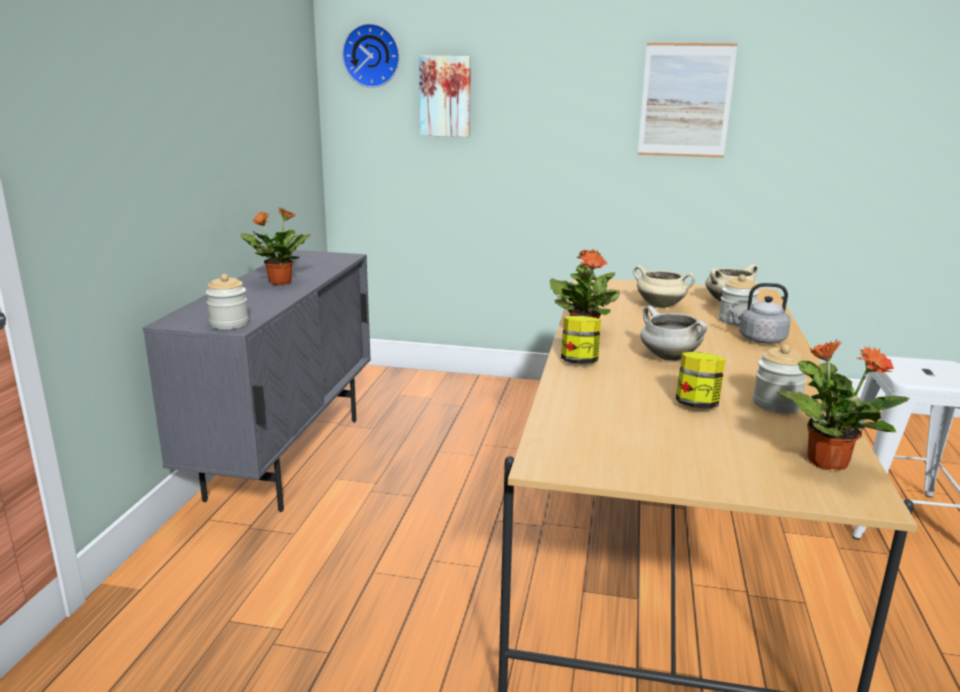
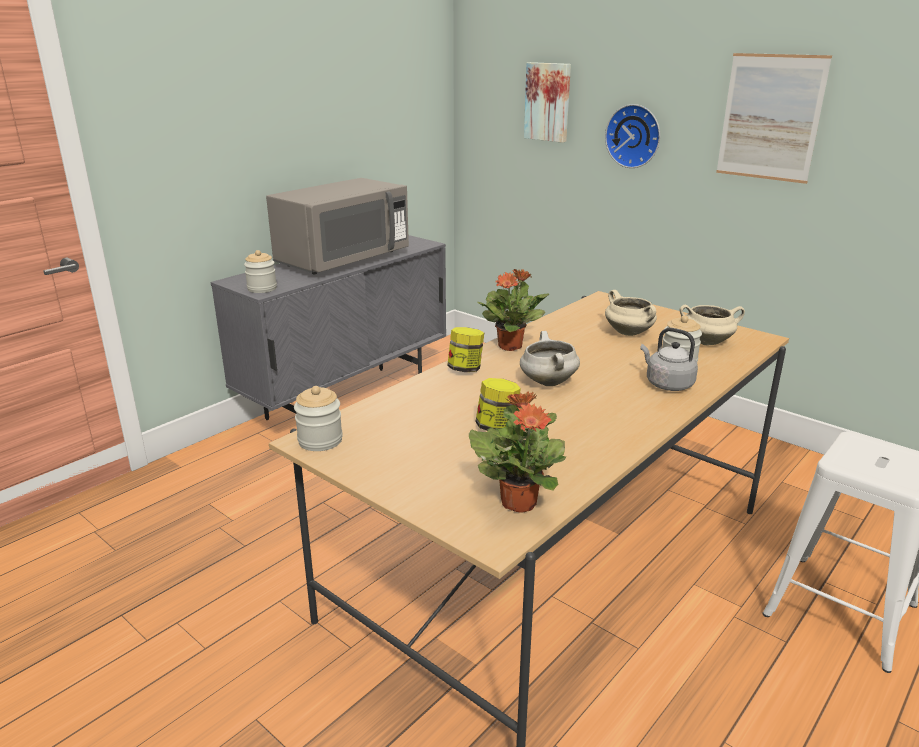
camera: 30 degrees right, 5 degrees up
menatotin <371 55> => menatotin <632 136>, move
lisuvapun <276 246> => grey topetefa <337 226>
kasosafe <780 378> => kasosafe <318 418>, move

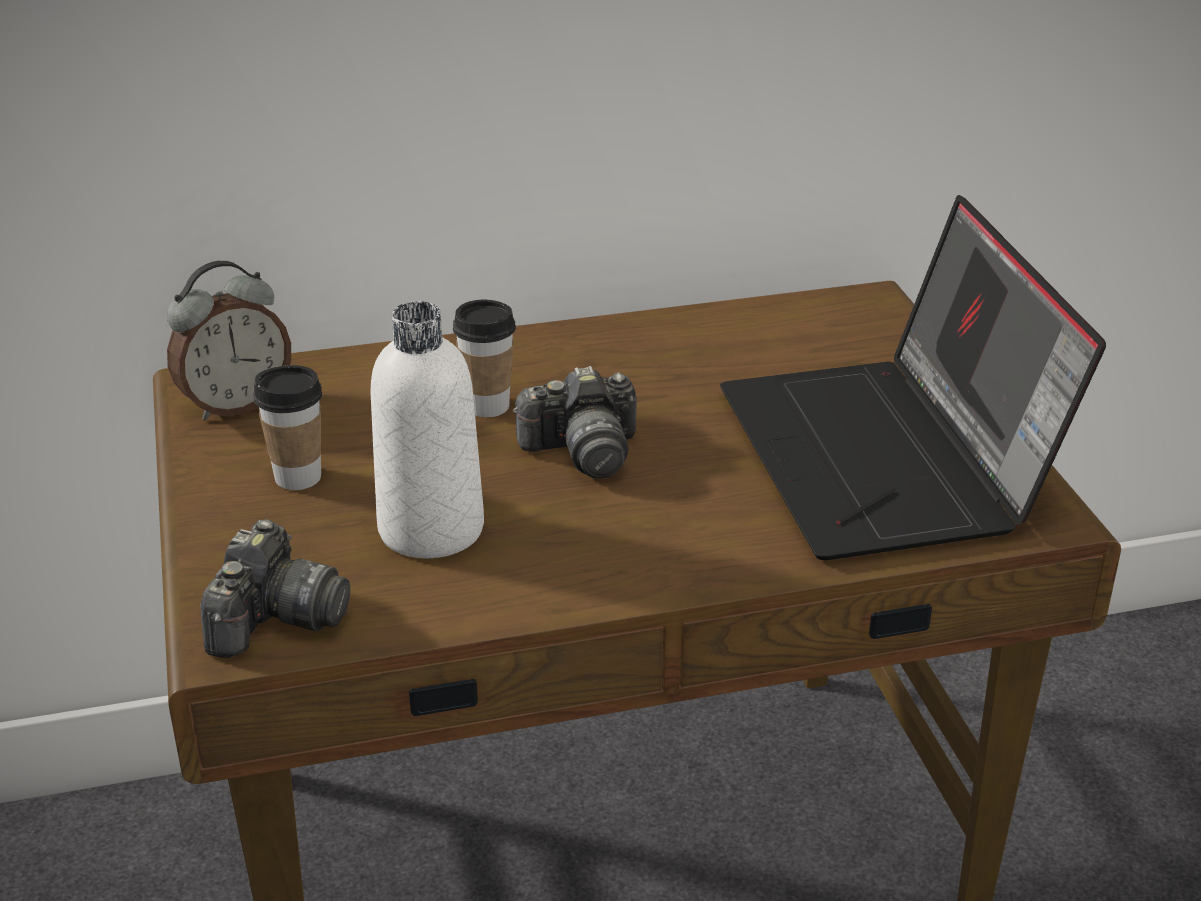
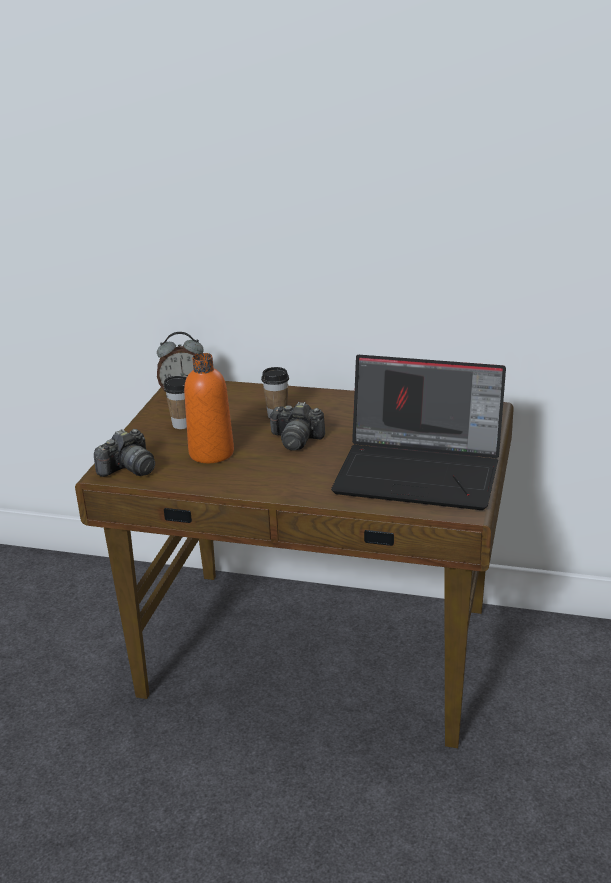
camera: 30 degrees right, 5 degrees down
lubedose <913 377> => lubedose <418 432>, 90 degrees counterclockwise
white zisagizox <427 429> => orange zisagizox <209 408>

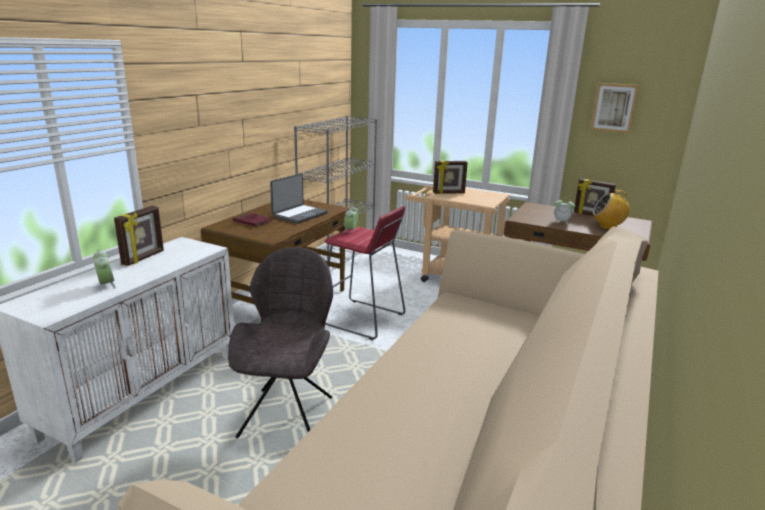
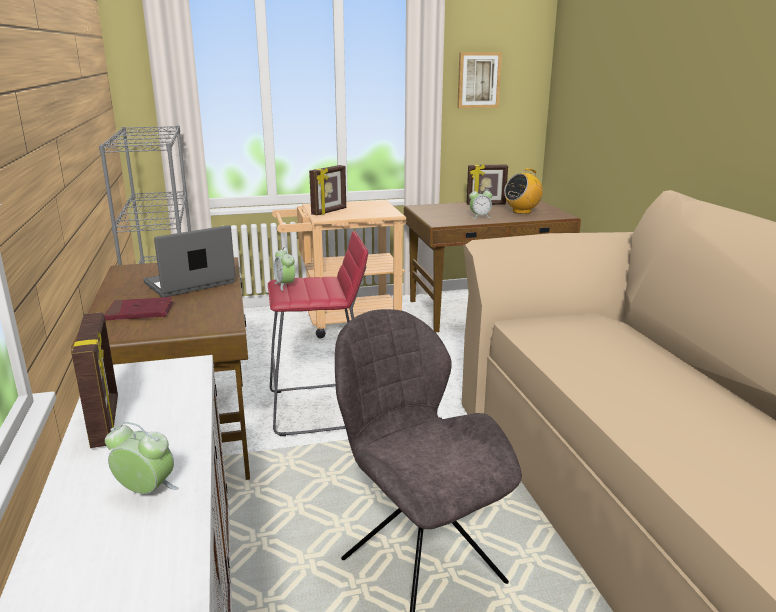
camera: 40 degrees left, 0 degrees up
lubedose <299 198> => lubedose <189 261>, 120 degrees counterclockwise

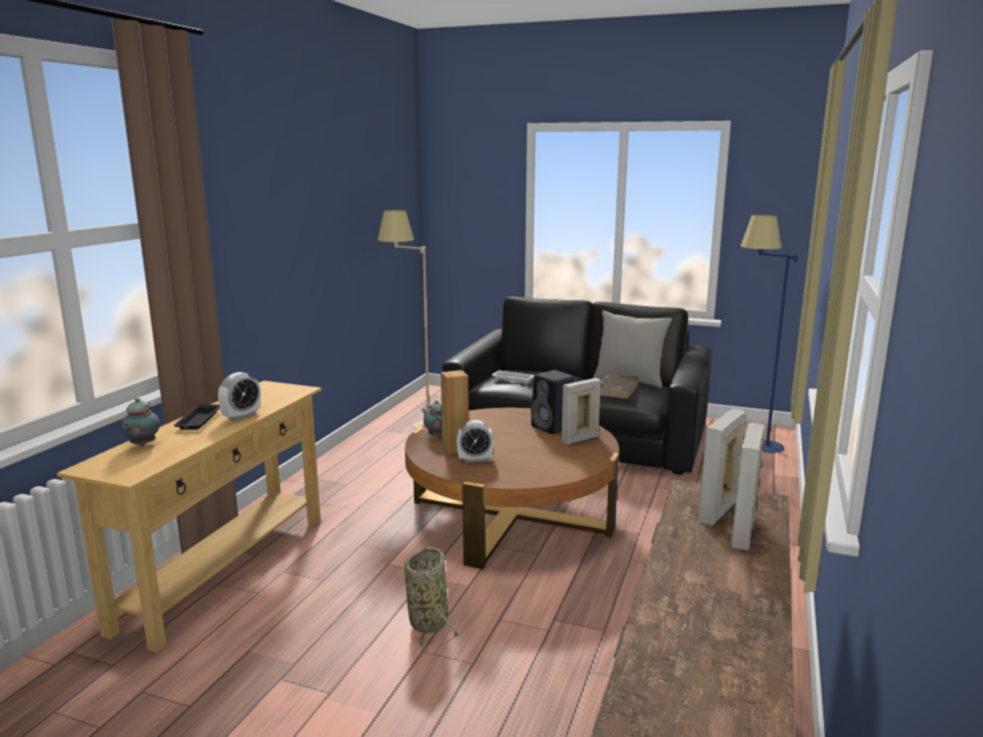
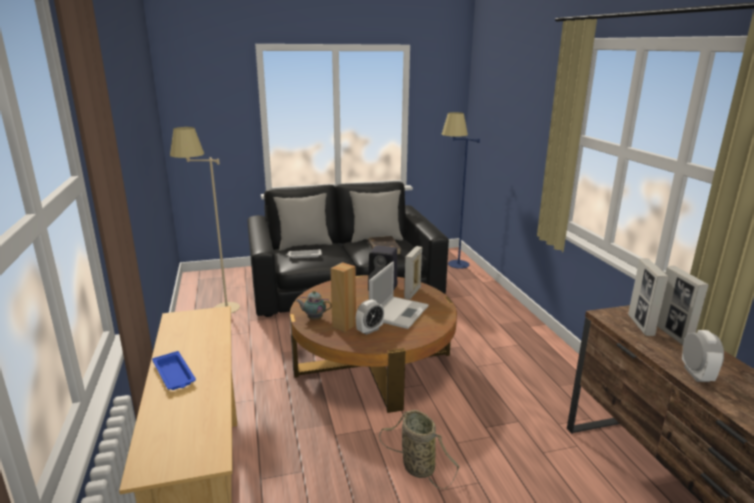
camera: 35 degrees left, 5 degrees up
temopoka <239 396> => temopoka <703 356>, move
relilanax <140 422> => nothing
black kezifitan <197 417> => blue kezifitan <174 370>
nothing => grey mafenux <303 222>
nothing => lubedose <399 295>

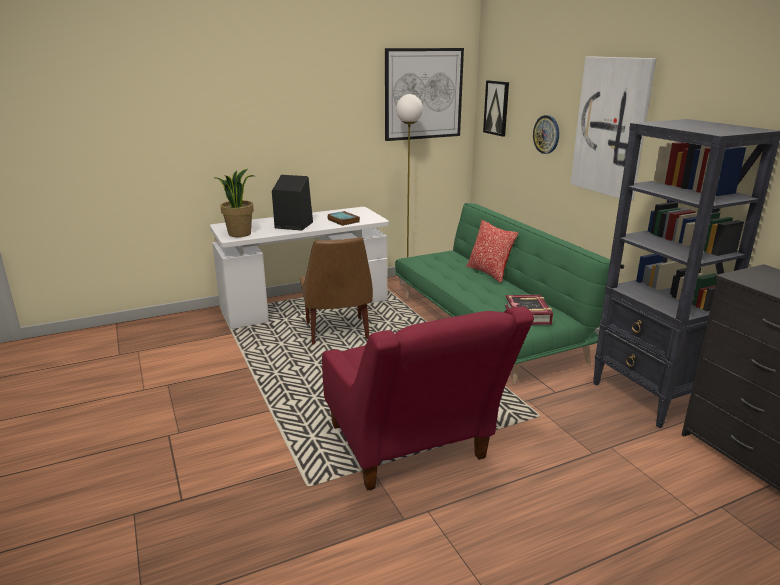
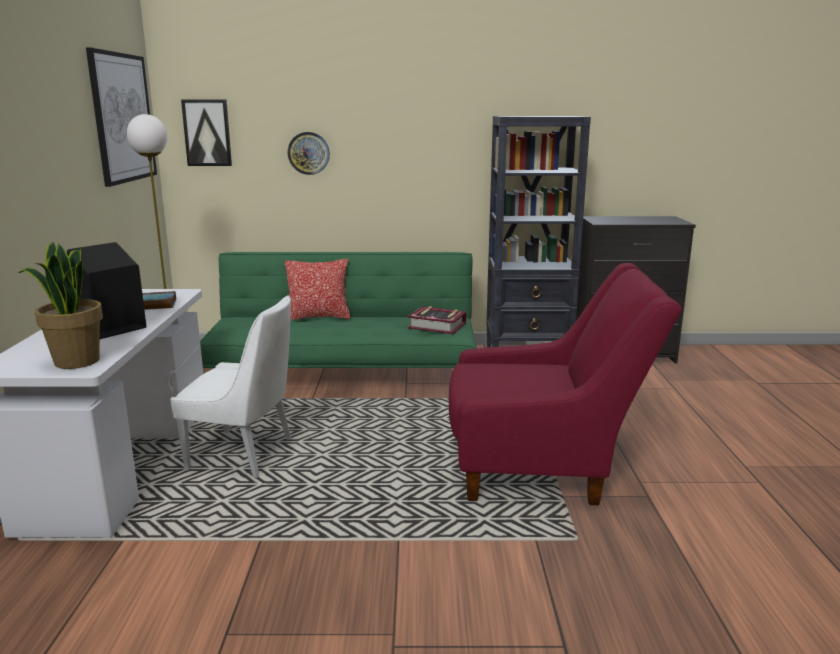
camera: 65 degrees left, 5 degrees down
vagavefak <613 128> => nothing
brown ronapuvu <336 291> => white ronapuvu <230 387>

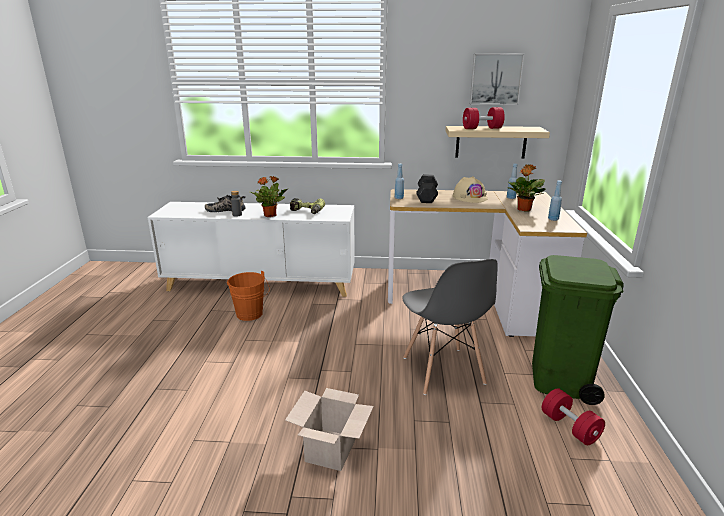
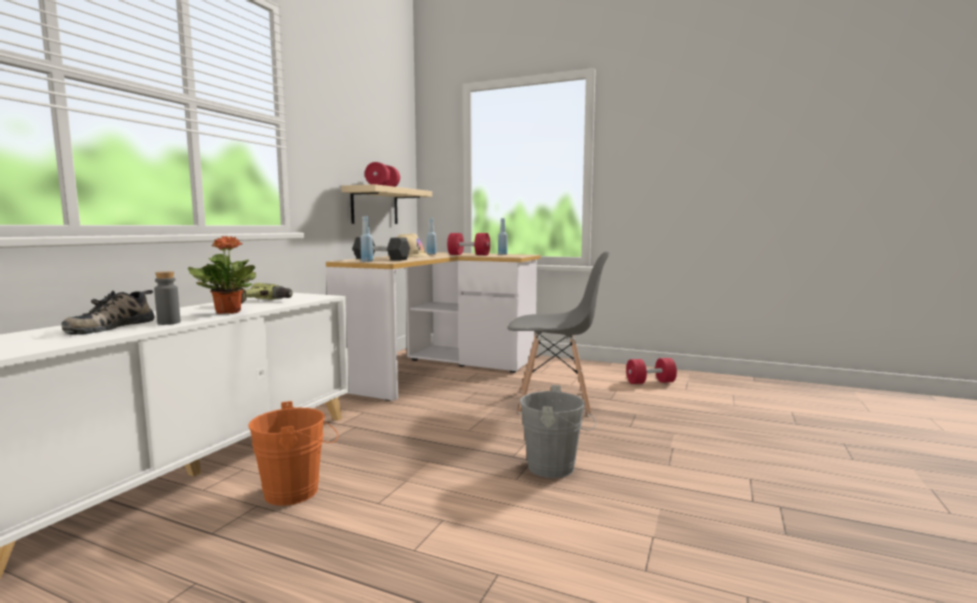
camera: 70 degrees left, 15 degrees down
vagavefak <497 79> => nothing
lisuvapun <526 188> => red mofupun <468 244>
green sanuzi <578 330> => nothing
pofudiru <329 429> => nothing
nothing => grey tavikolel <558 431>

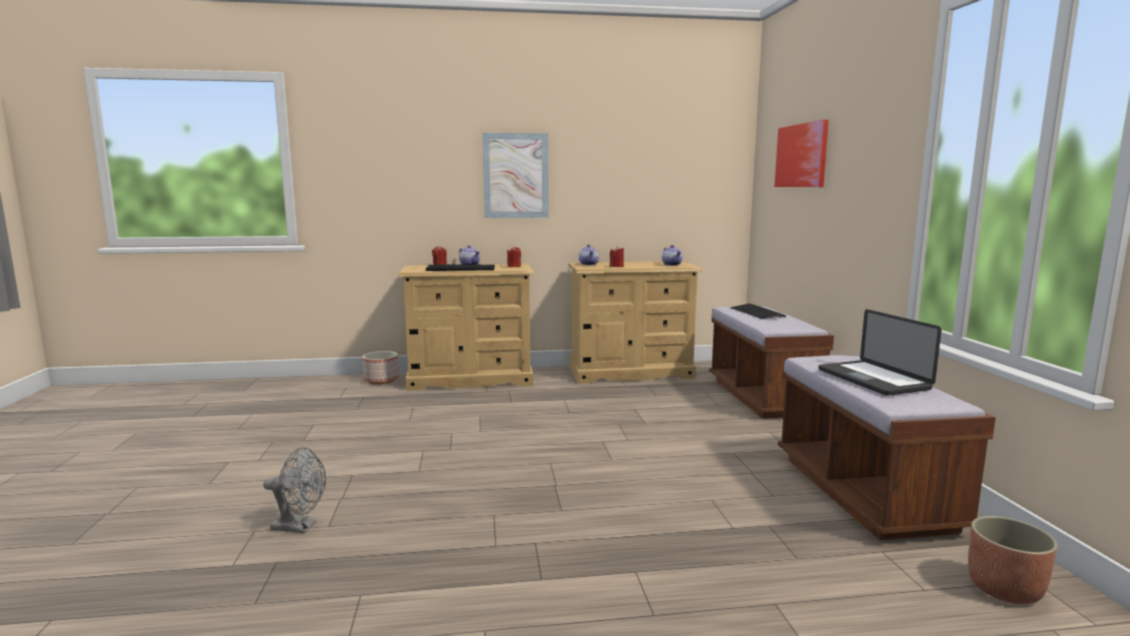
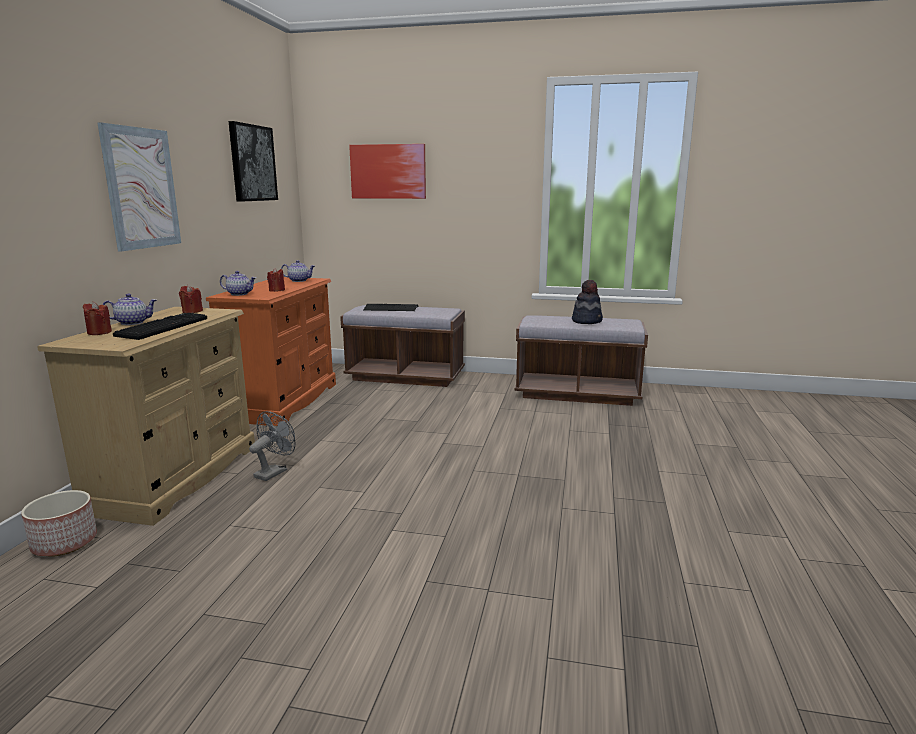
camera: 70 degrees left, 5 degrees up
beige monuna <635 322> => orange monuna <271 351>
lubedose <880 352> => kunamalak <587 302>
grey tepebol <294 490> => grey tepebol <272 446>, move
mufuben <1013 560> => nothing
nothing => vagavefak <253 161>

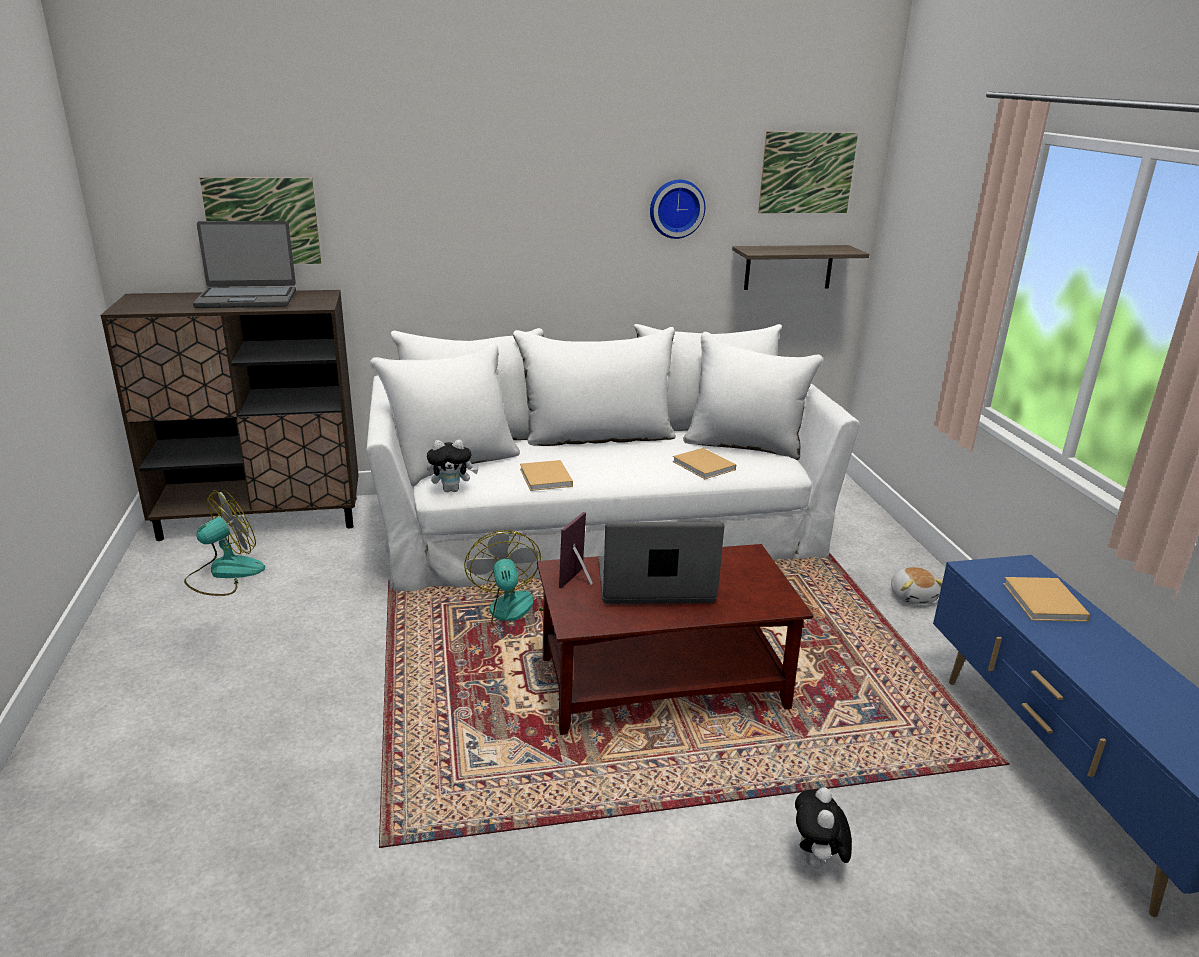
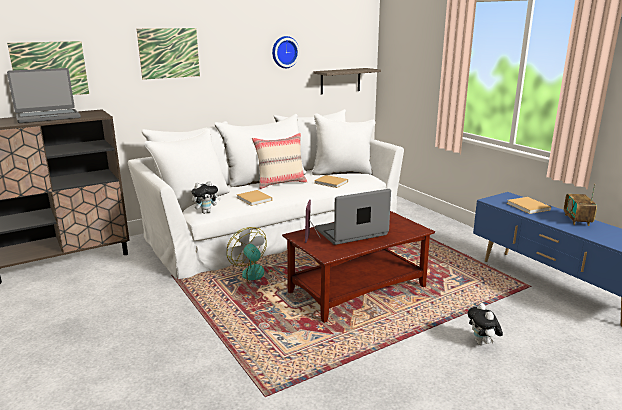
camera: 20 degrees left, 5 degrees down
vagavefak <808 172> => vagavefak <168 54>, move
tepebol <224 543> => nothing
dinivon <917 585> => nothing
nothing => beige mafenux <279 161>
nothing => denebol <580 205>

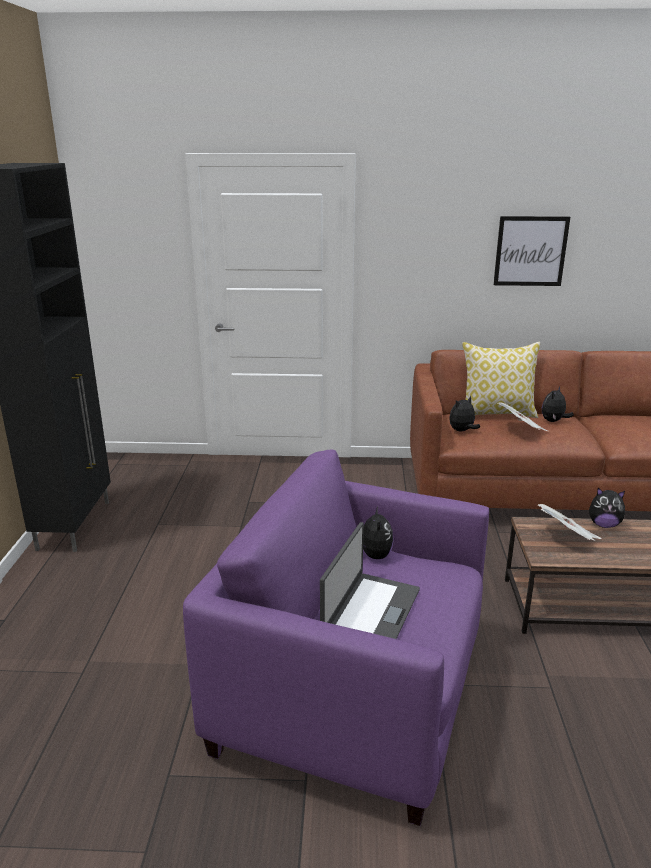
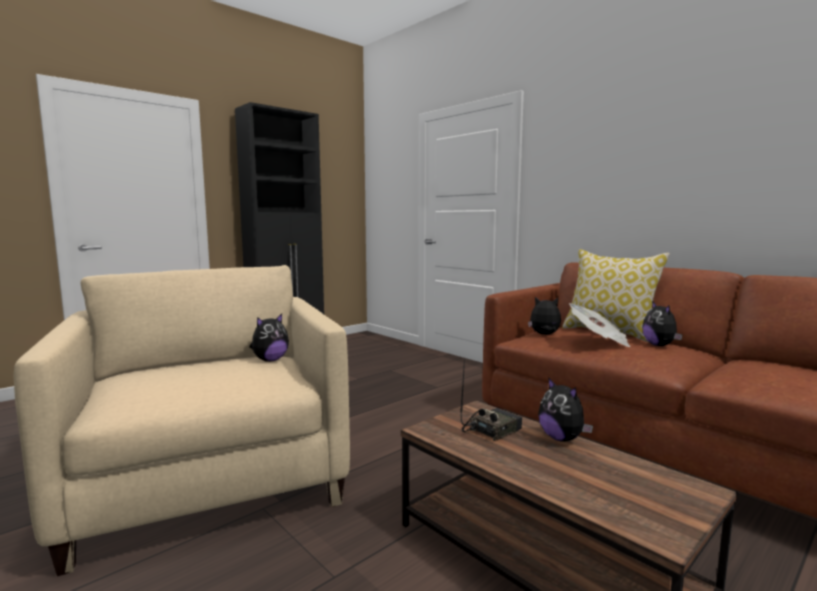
camera: 45 degrees right, 15 degrees down
vagavefak <531 251> => nothing
dinivon <558 404> => dinivon <662 323>, 90 degrees counterclockwise
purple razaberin <336 637> => beige razaberin <182 420>
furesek <570 522> => denebol <491 400>
lubedose <370 580> => nothing

